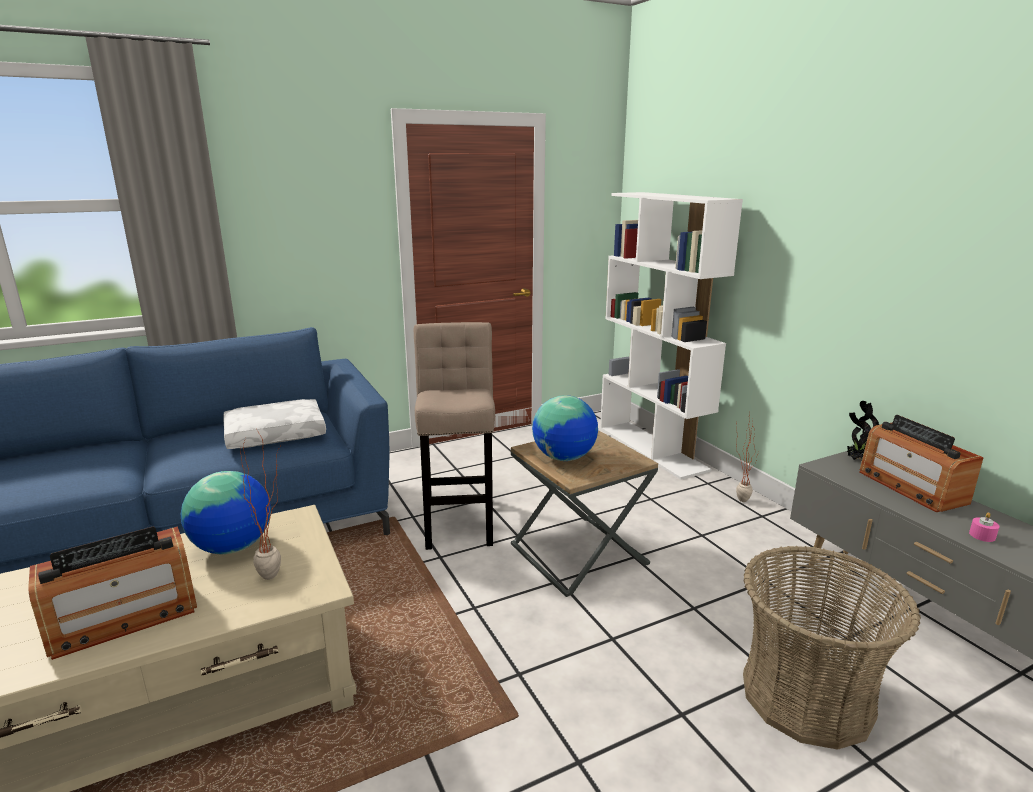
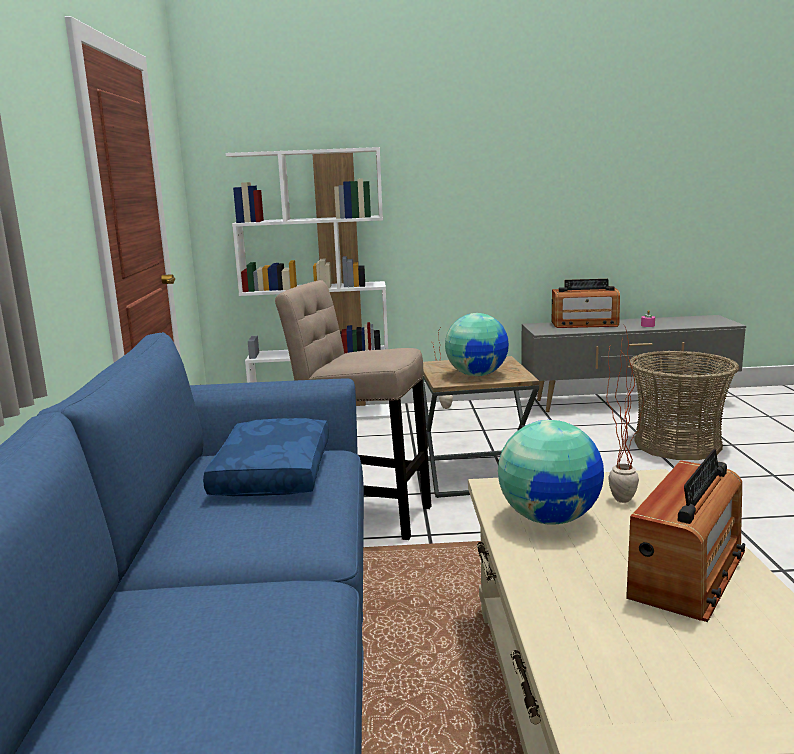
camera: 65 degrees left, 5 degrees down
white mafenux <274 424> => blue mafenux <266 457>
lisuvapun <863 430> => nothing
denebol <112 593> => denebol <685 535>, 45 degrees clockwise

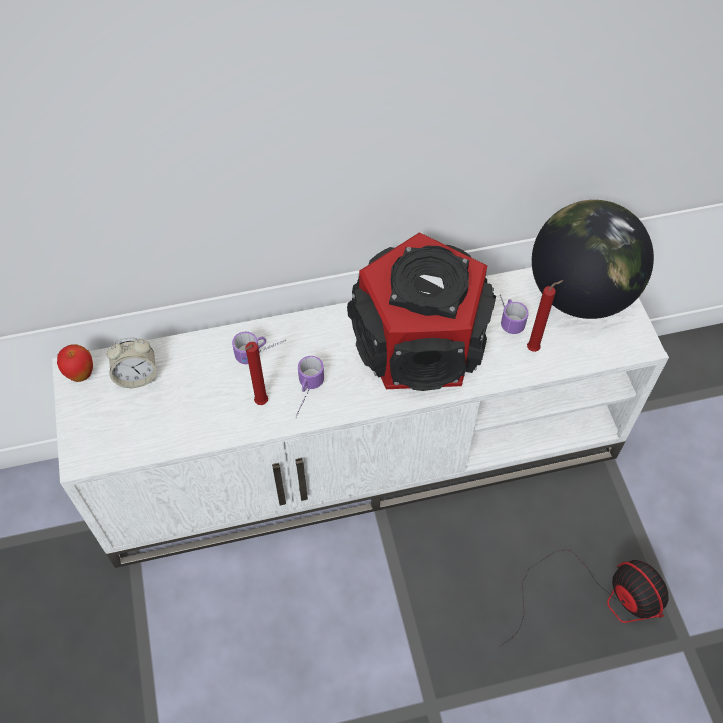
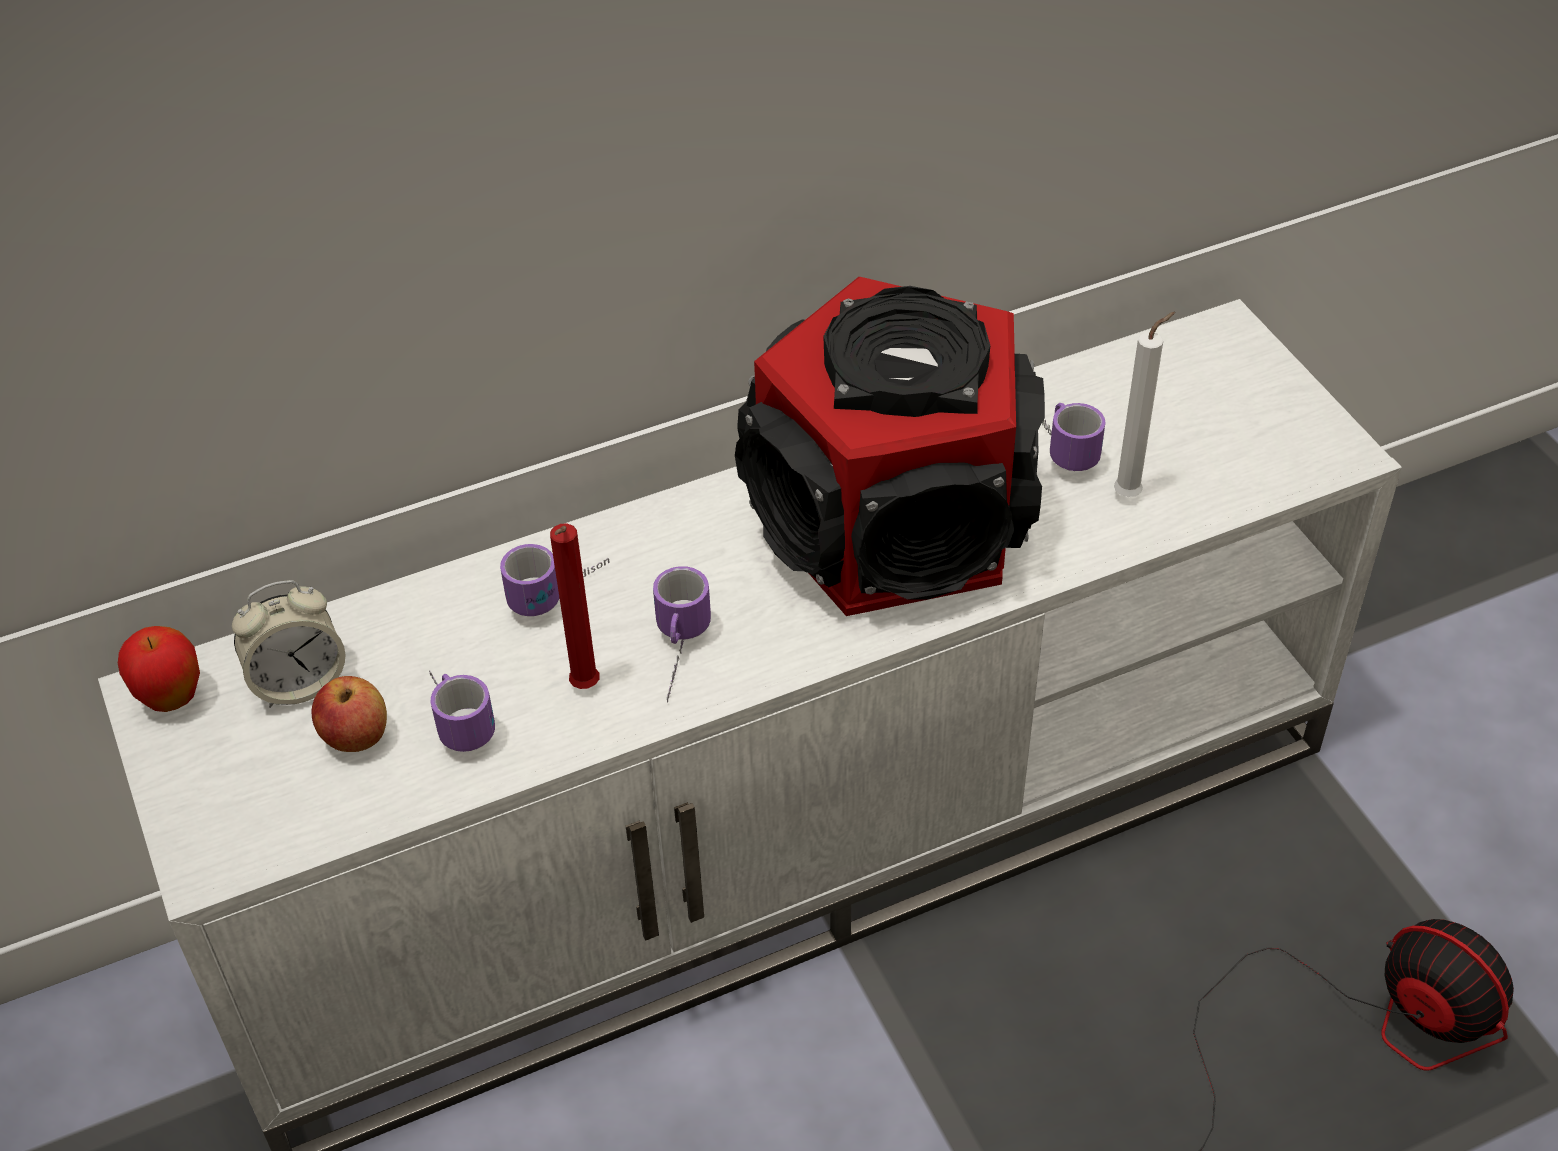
camera: 10 degrees left, 10 degrees down
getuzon <593 259> => nothing
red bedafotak <545 316> => white bedafotak <1144 404>
nothing => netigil <462 711>
nothing => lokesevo <349 714>

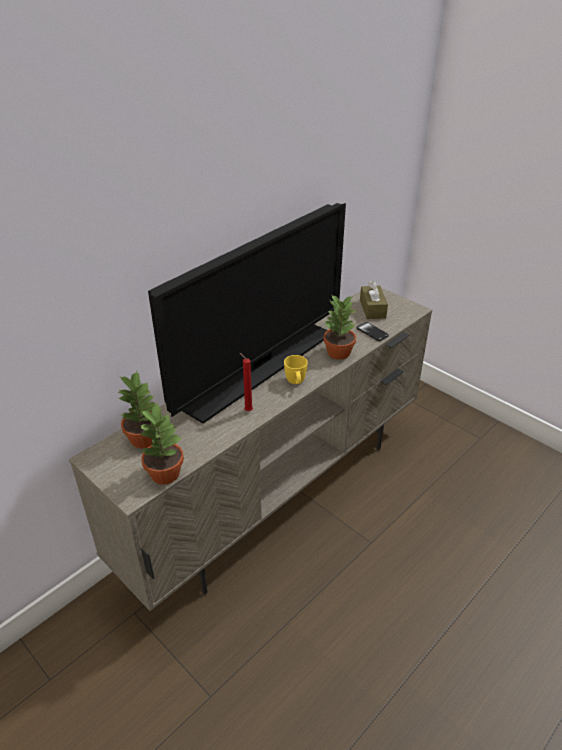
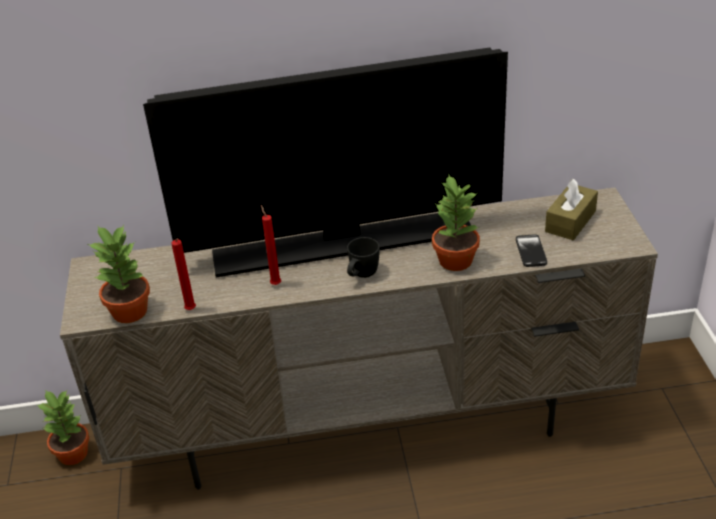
camera: 40 degrees right, 0 degrees up
yellow netigil <296 369> => black netigil <363 257>
lisuvapun <138 409> => lisuvapun <63 427>, move
nothing => red bedafotak <183 274>

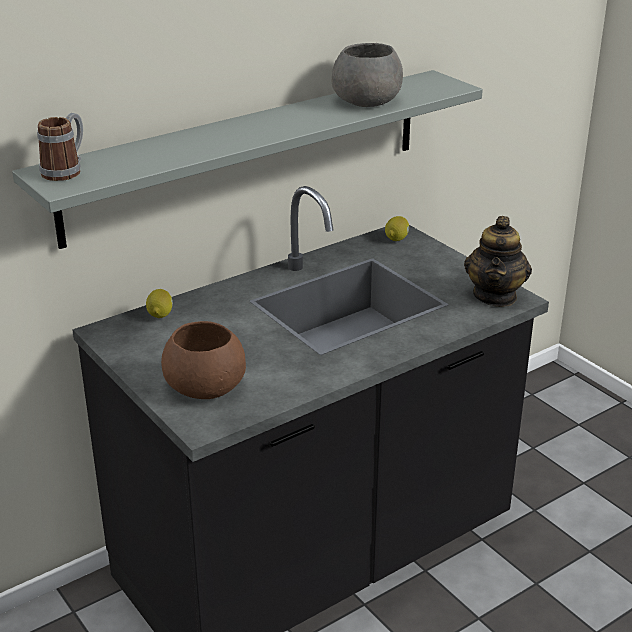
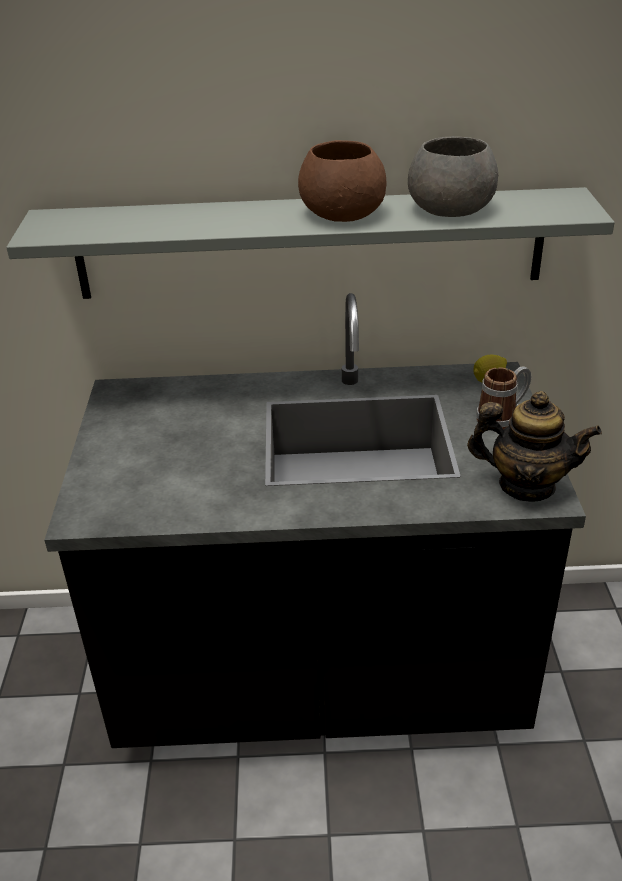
camera: 35 degrees right, 5 degrees up
netigil <60 147> => netigil <503 397>, move
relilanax <498 261> => relilanax <534 446>, 120 degrees counterclockwise
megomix <159 303> => nothing
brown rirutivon <203 360> => brown rirutivon <342 181>, move

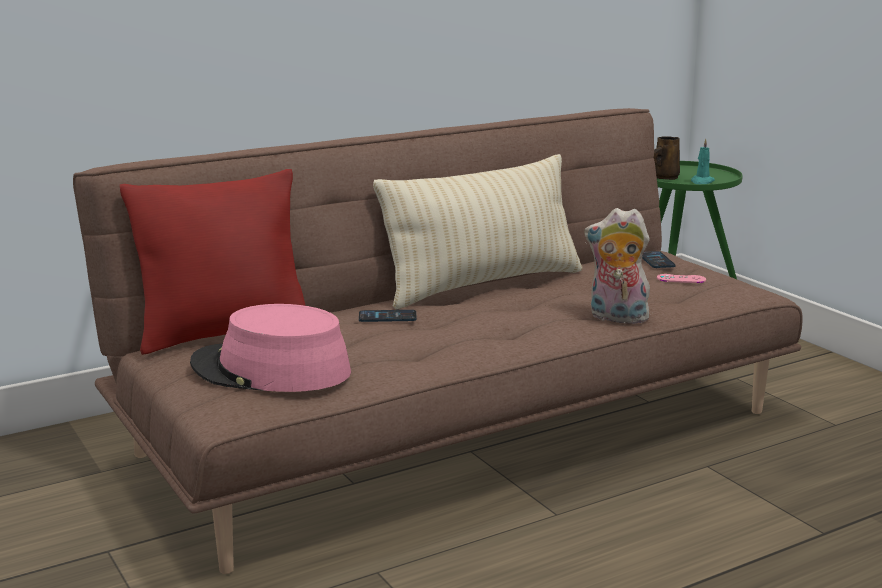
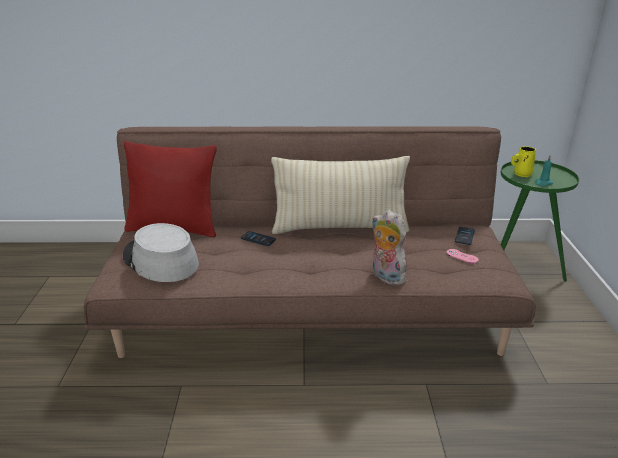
camera: 30 degrees right, 10 degrees up
brown netigil <666 158> => yellow netigil <523 161>
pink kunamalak <270 348> => grey kunamalak <161 252>

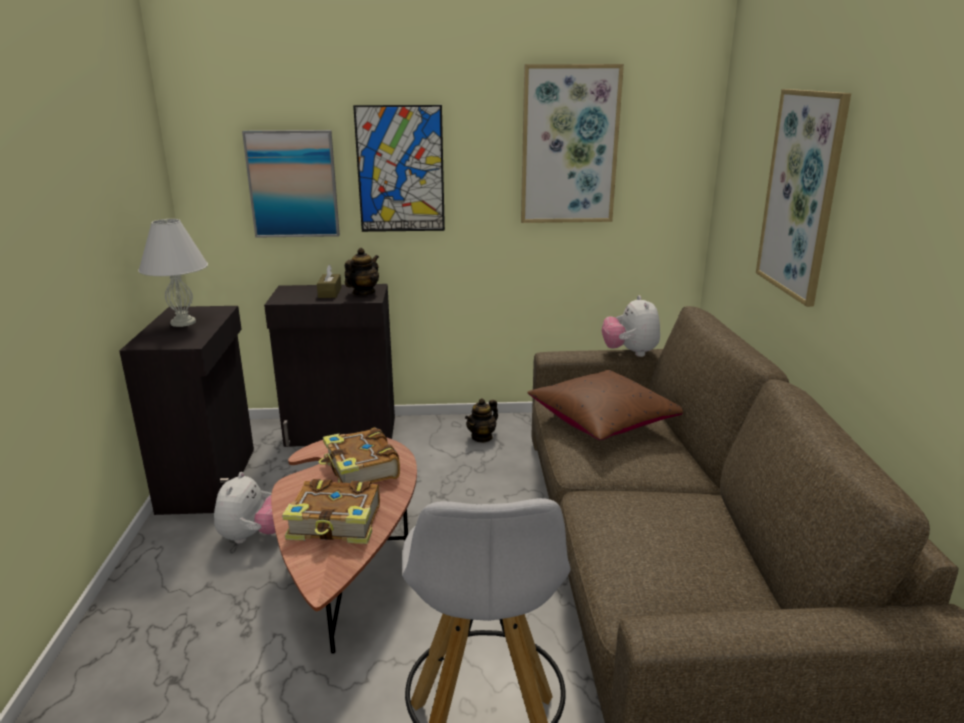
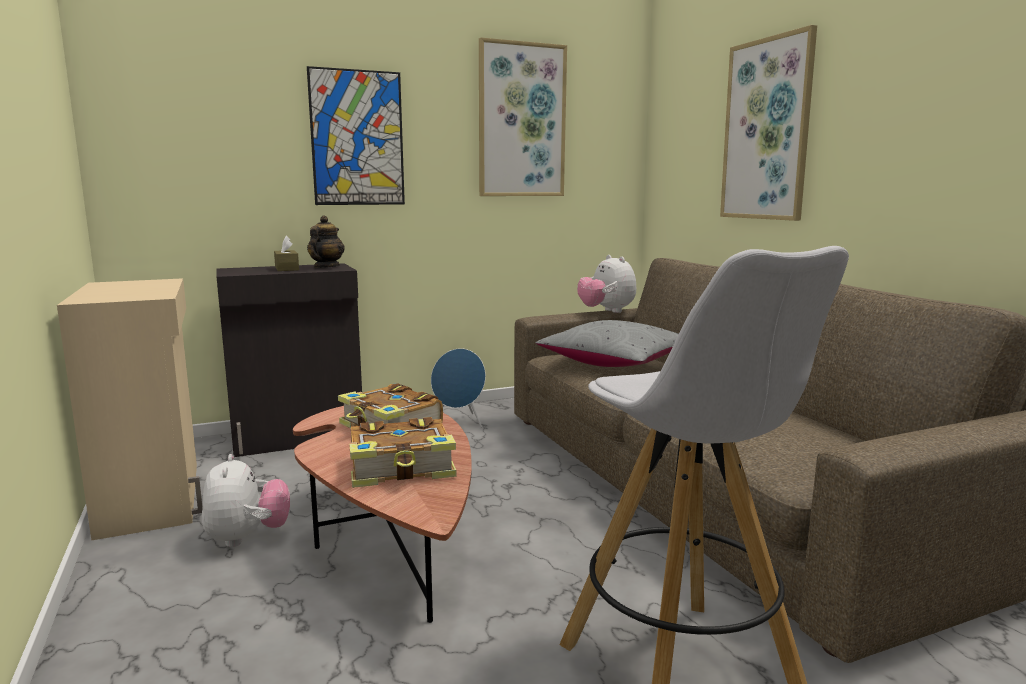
camera: 20 degrees left, 10 degrees down
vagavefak <291 184> => nothing
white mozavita <173 273> => nothing
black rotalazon <186 410> => beige rotalazon <130 409>
brown mafenux <605 405> => grey mafenux <607 343>
relilanax <481 420> => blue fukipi <458 388>

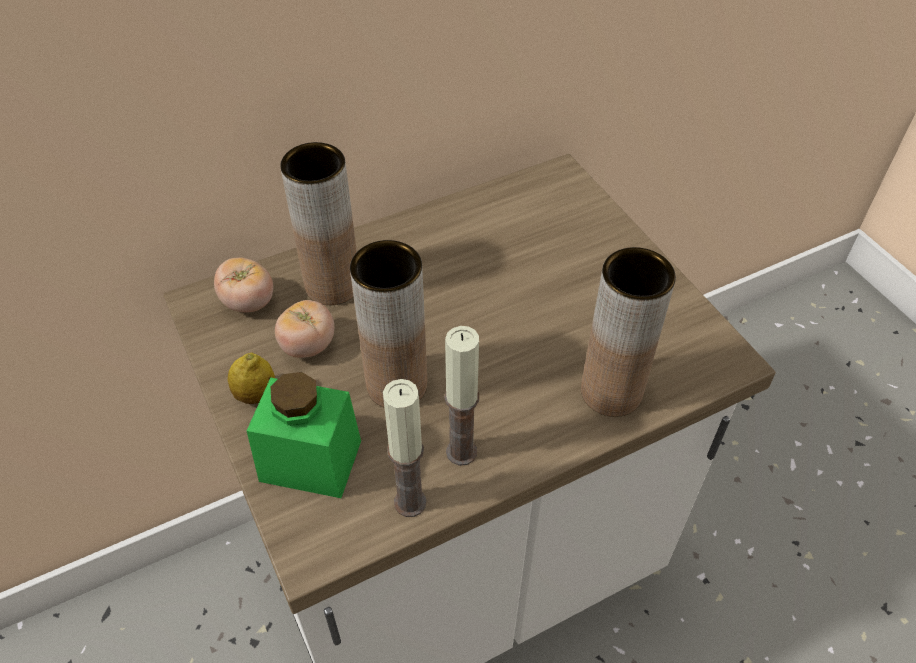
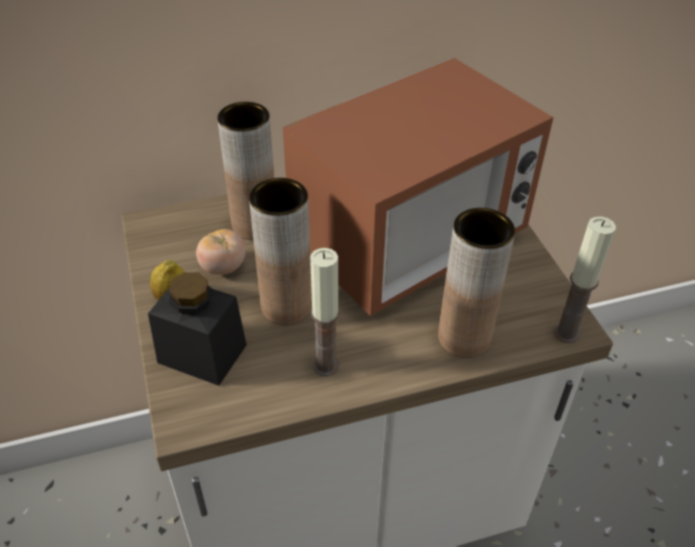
camera: 10 degrees right, 5 degrees down
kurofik <243 285> => nothing
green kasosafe <304 435> => black kasosafe <197 329>
bedafotak <404 448> => bedafotak <585 279>, move
nothing => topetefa <418 187>

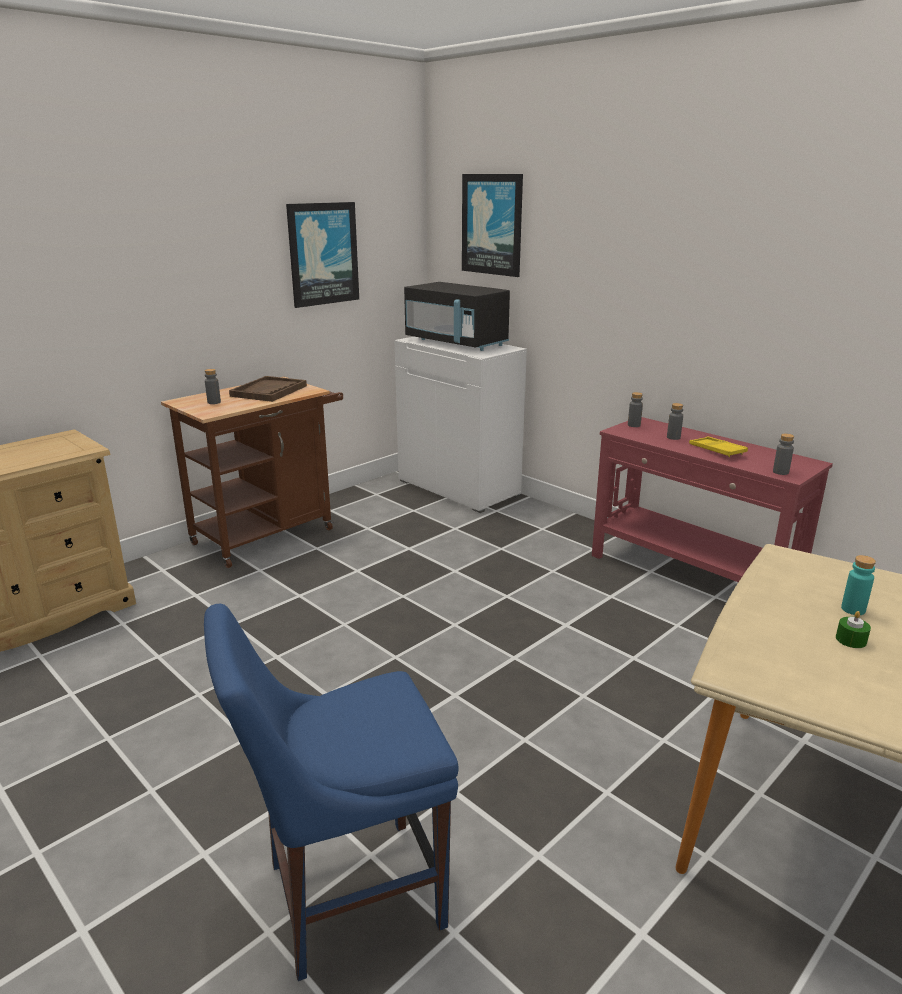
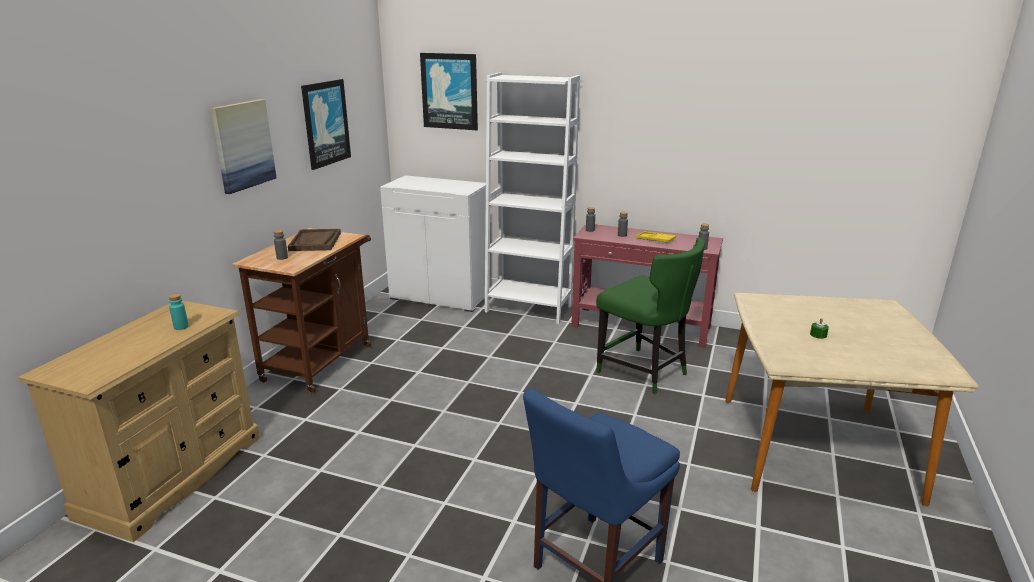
camera: 25 degrees left, 0 degrees up
black topetefa <457 316> => nothing
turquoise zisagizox <858 585> => turquoise zisagizox <178 311>, move
nothing => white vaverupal <532 198>
nothing => vagavefak <243 146>
nothing => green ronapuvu <650 316>

